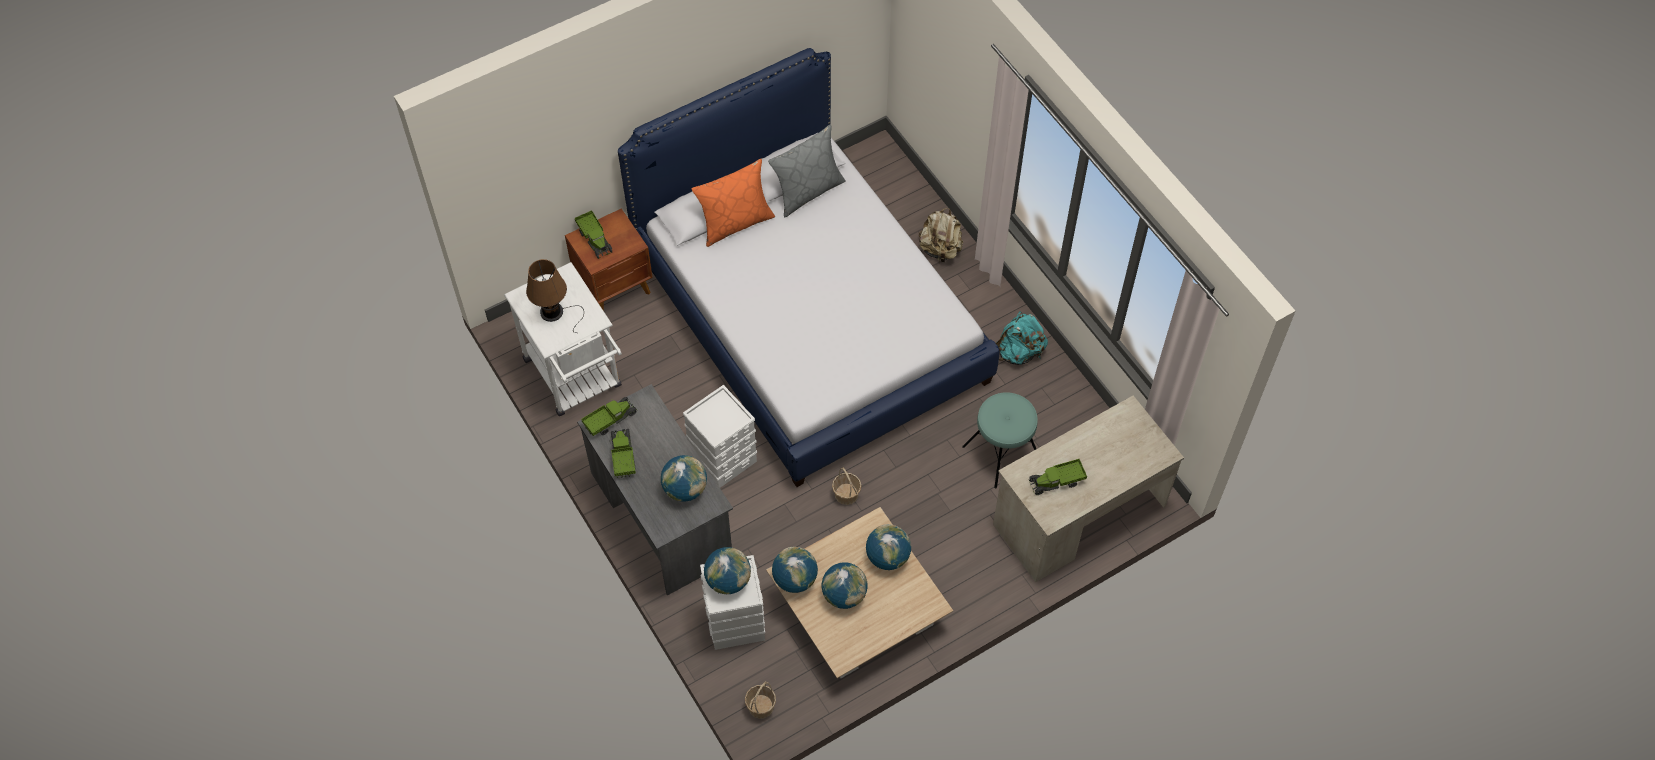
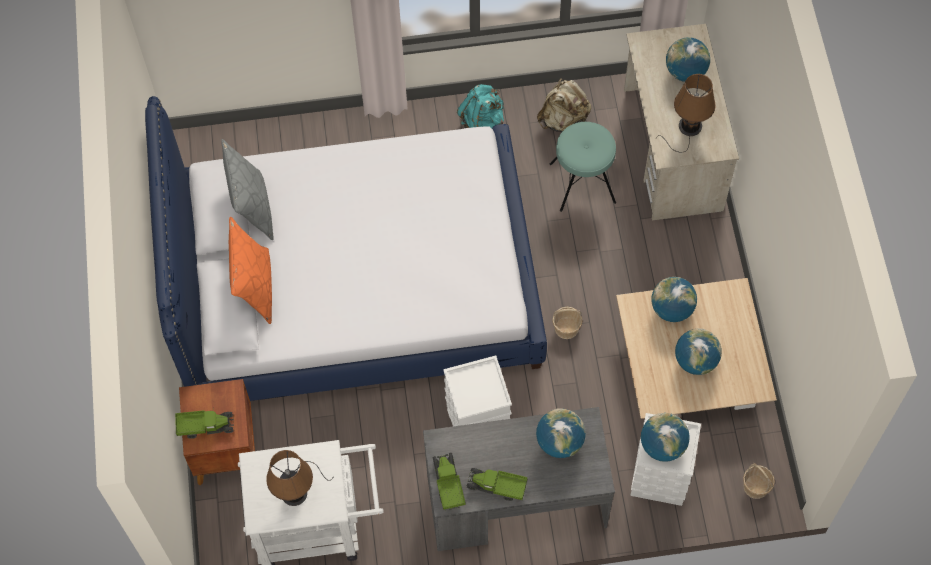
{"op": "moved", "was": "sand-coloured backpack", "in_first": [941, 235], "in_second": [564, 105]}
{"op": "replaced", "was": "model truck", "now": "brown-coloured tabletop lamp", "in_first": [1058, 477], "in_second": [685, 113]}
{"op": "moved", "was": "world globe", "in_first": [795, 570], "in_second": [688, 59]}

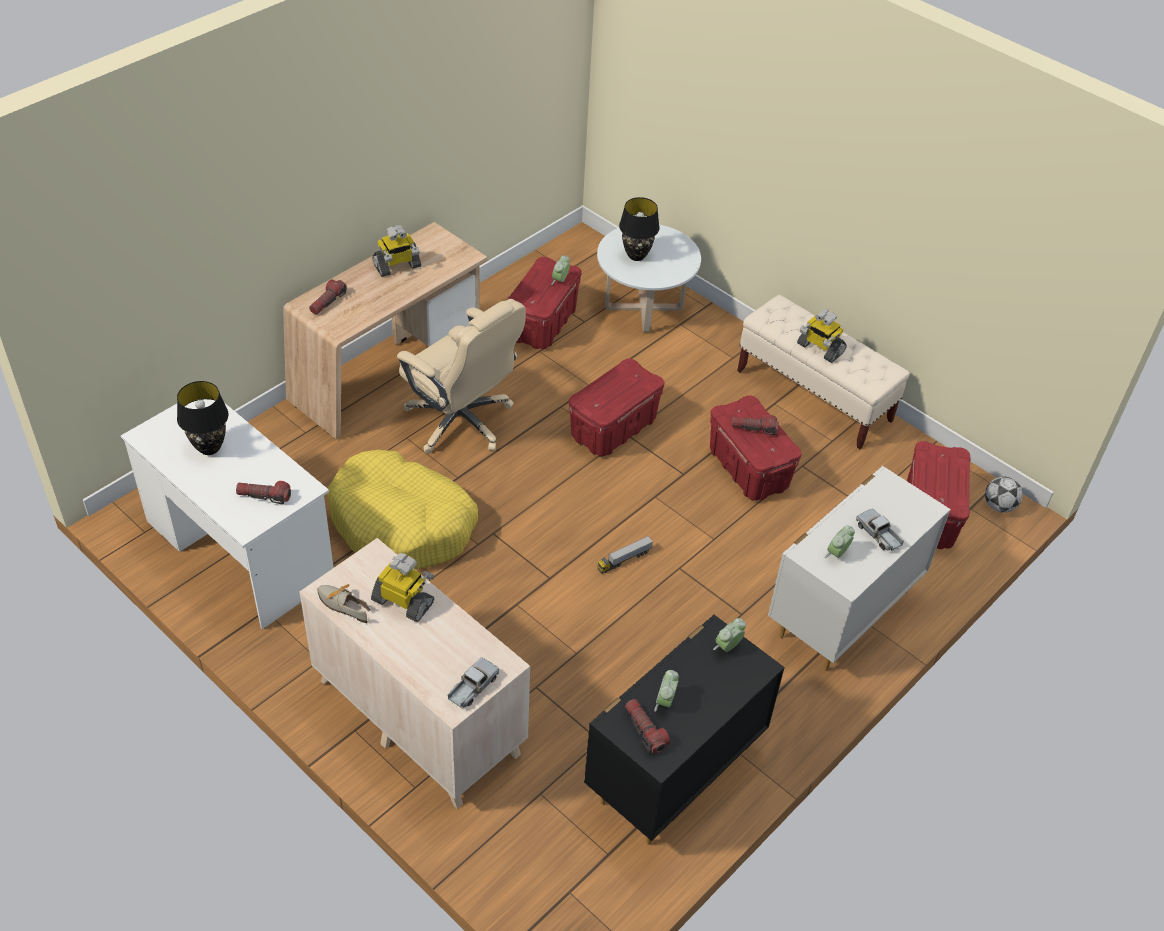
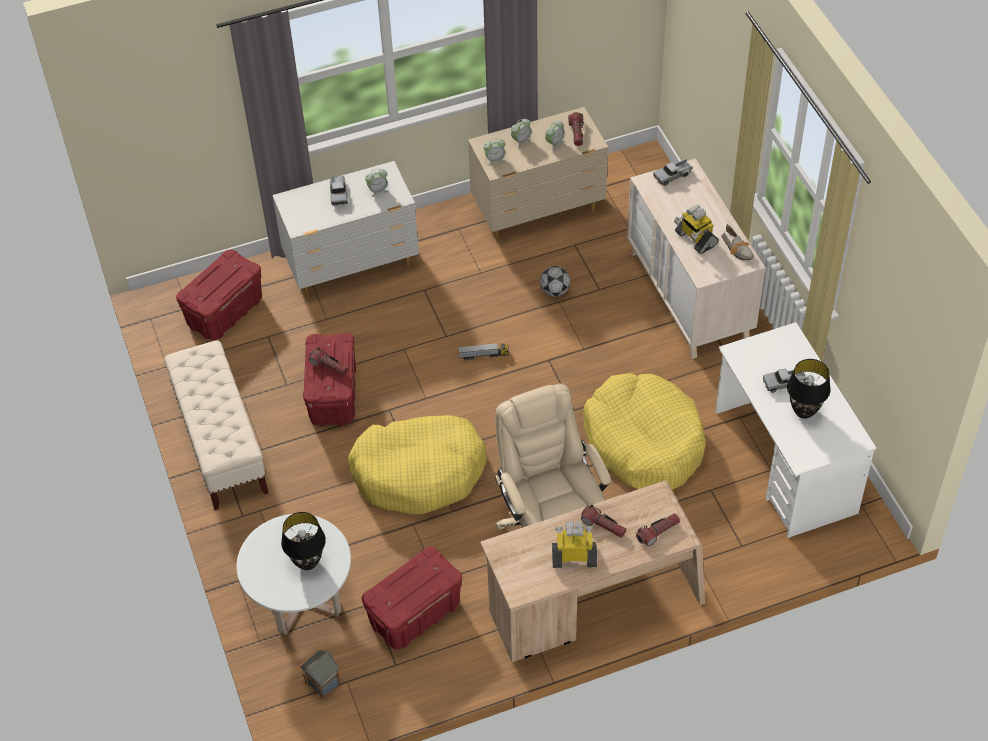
{"op": "moved", "was": "alarm clock", "in_first": [560, 270], "in_second": [521, 133]}
{"op": "removed", "was": "robot figure", "in_first": [822, 336]}
{"op": "replaced", "was": "red storage box", "now": "yellowish dog bed", "in_first": [617, 407], "in_second": [417, 464]}
{"op": "moved", "was": "football ball", "in_first": [1004, 495], "in_second": [555, 281]}
{"op": "moved", "was": "hand torch", "in_first": [263, 493], "in_second": [603, 521]}
{"op": "recoloured", "was": "blackish chest of drawers", "now": "sand-coloured chest of drawers", "in_first": [684, 730], "in_second": [538, 174]}
{"op": "added", "now": "model truck", "in_second": [785, 381]}
{"op": "added", "now": "toy house", "in_second": [320, 674]}

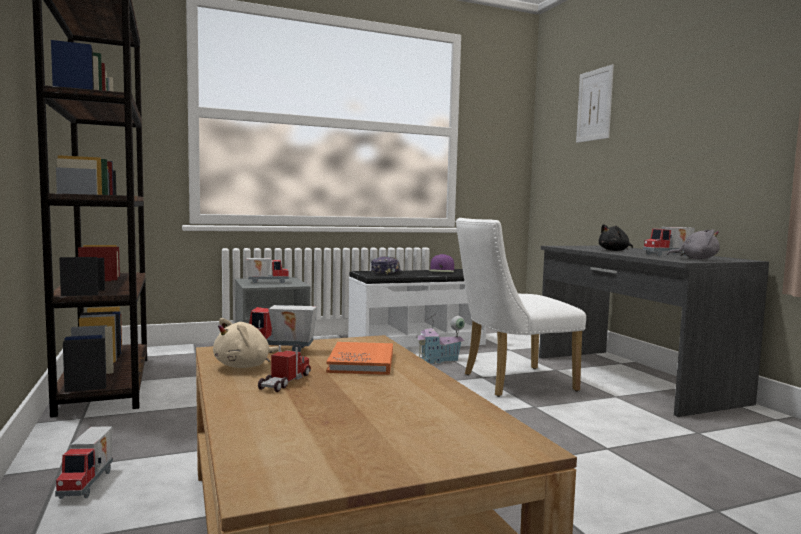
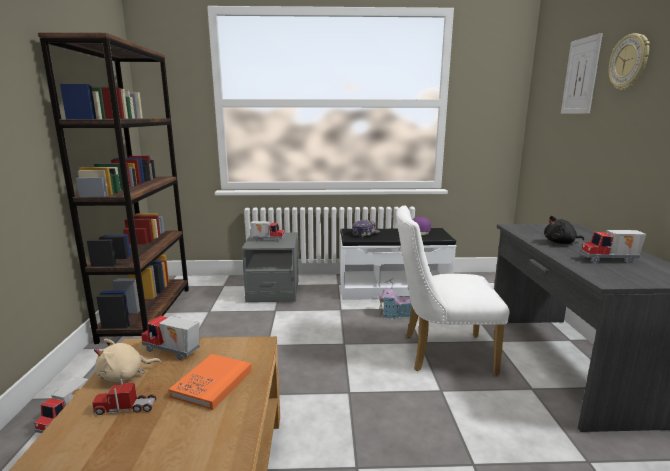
{"op": "removed", "was": "greyish soft toy", "in_first": [693, 244]}
{"op": "turned", "was": "model truck", "in_first": [284, 368], "in_second": [124, 397], "clockwise": -135}
{"op": "added", "now": "wall clock", "in_second": [629, 61]}

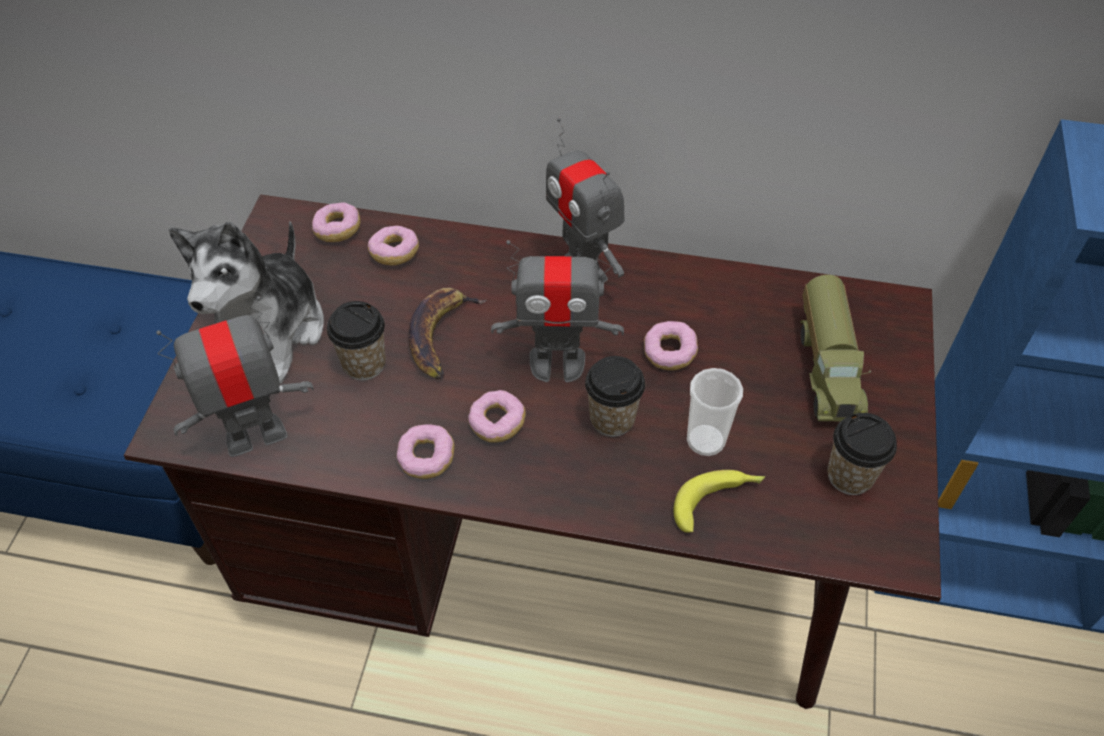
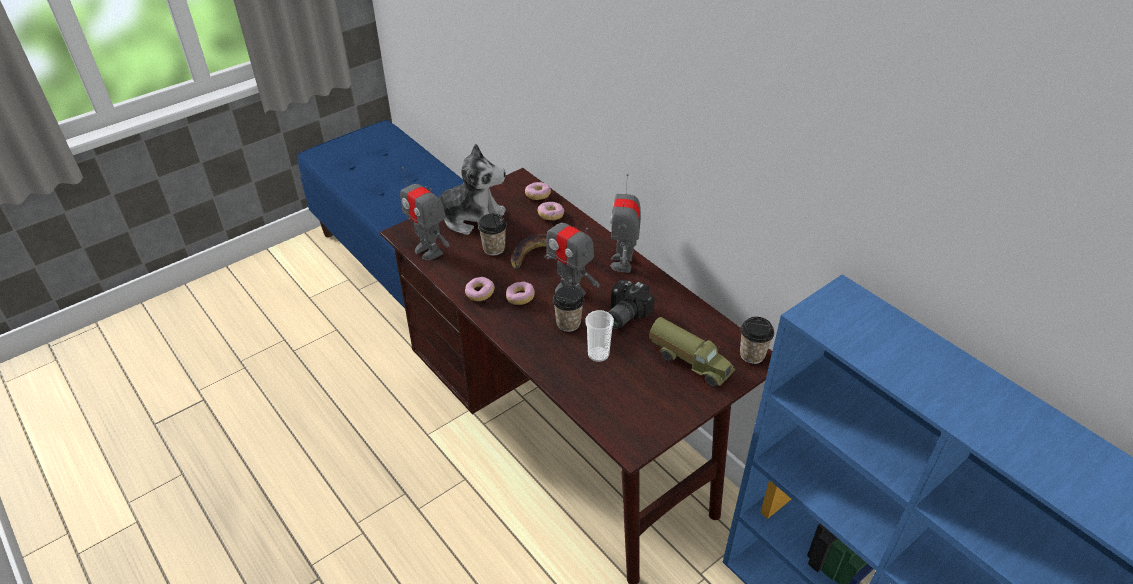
{"op": "turned", "was": "soft toy", "in_first": [246, 303], "in_second": [465, 189], "clockwise": -135}
{"op": "turned", "was": "model truck", "in_first": [835, 348], "in_second": [692, 351], "clockwise": -90}
{"op": "turned", "was": "robot figure", "in_first": [234, 376], "in_second": [424, 213], "clockwise": -150}
{"op": "replaced", "was": "doughnut", "now": "photo camera", "in_first": [671, 345], "in_second": [631, 304]}
{"op": "moved", "was": "cup", "in_first": [862, 454], "in_second": [757, 340]}
{"op": "removed", "was": "banana", "in_first": [719, 501]}

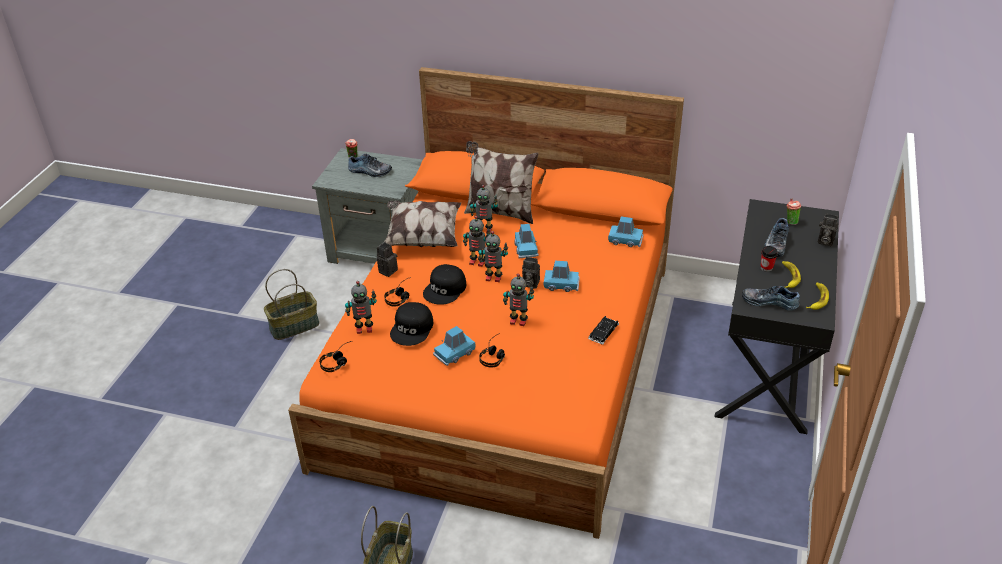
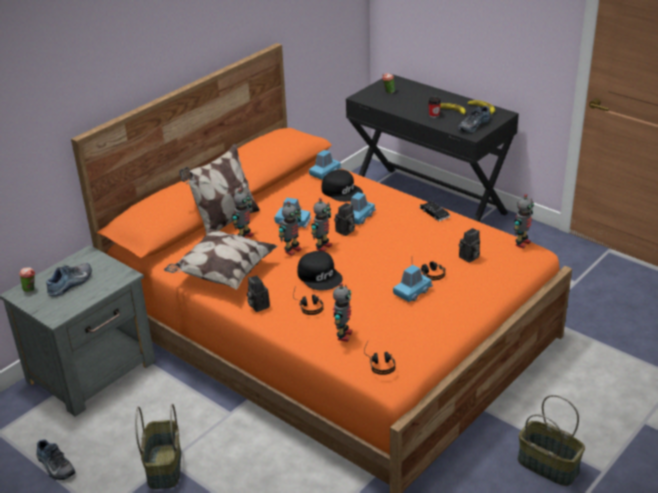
{"op": "moved", "was": "photo camera", "in_first": [828, 230], "in_second": [469, 245]}
{"op": "moved", "was": "low shoe", "in_first": [776, 237], "in_second": [55, 459]}
{"op": "moved", "was": "robot figure", "in_first": [518, 300], "in_second": [524, 221]}
{"op": "moved", "was": "blackish cap", "in_first": [411, 324], "in_second": [342, 185]}
{"op": "turned", "was": "bluish toy car", "in_first": [454, 346], "in_second": [413, 283], "clockwise": -120}

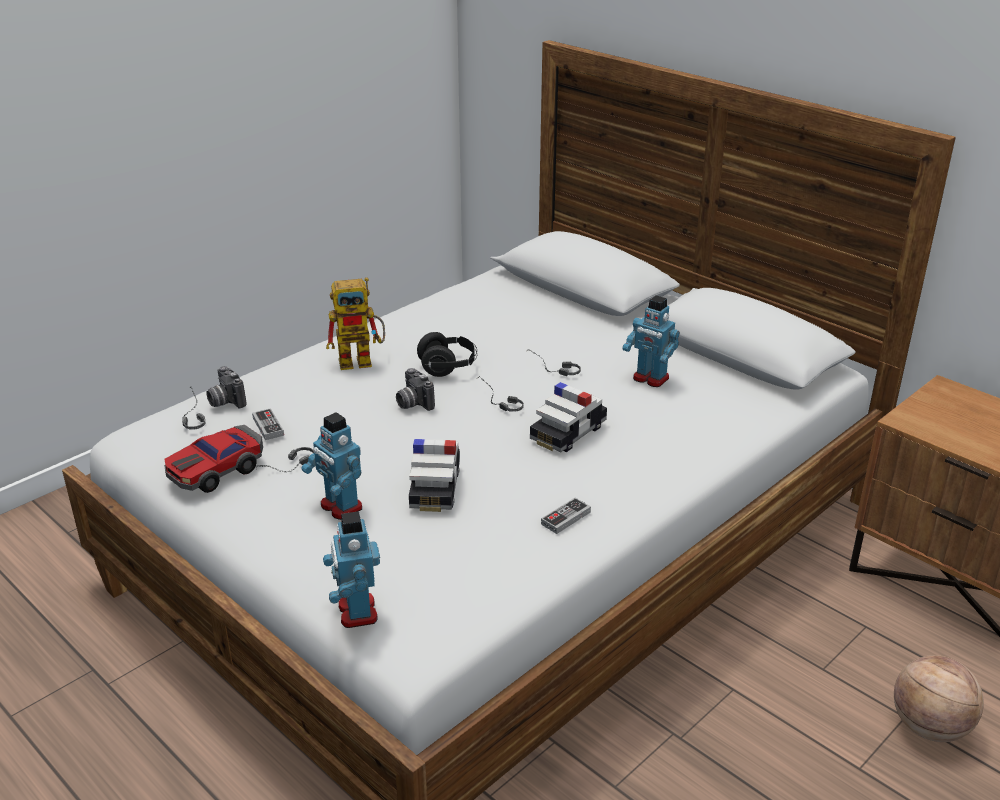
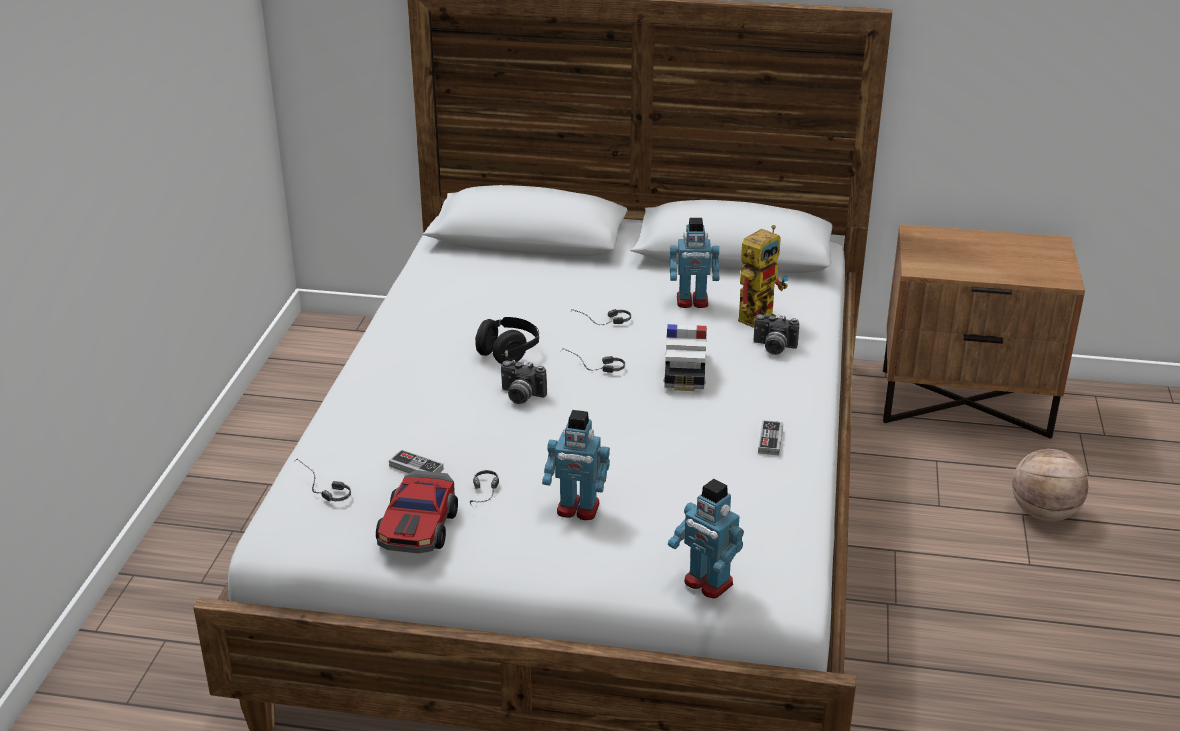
{"op": "moved", "was": "robot figure", "in_first": [355, 323], "in_second": [763, 276]}
{"op": "moved", "was": "photo camera", "in_first": [226, 387], "in_second": [776, 334]}
{"op": "removed", "was": "toy car", "in_first": [434, 475]}

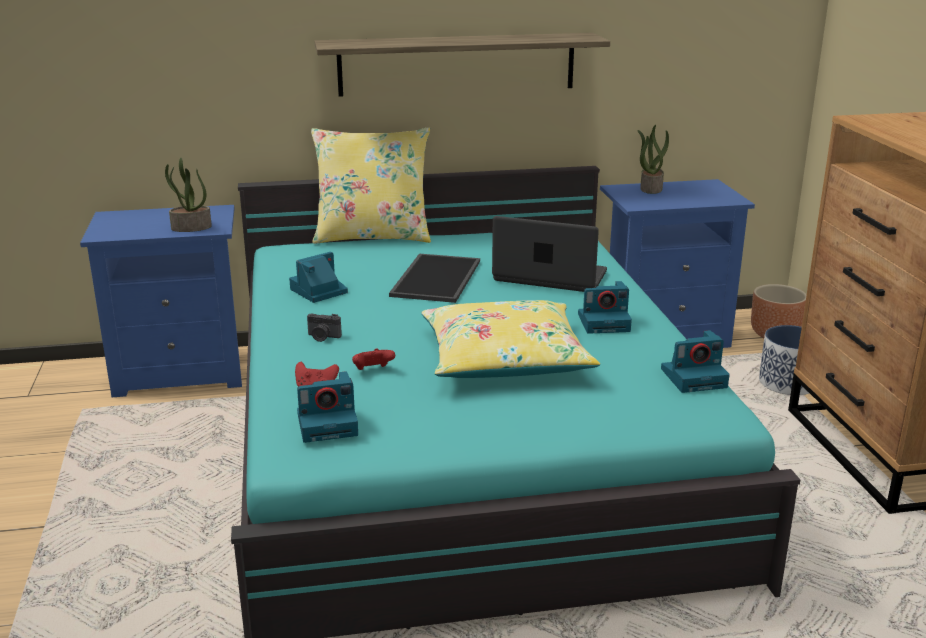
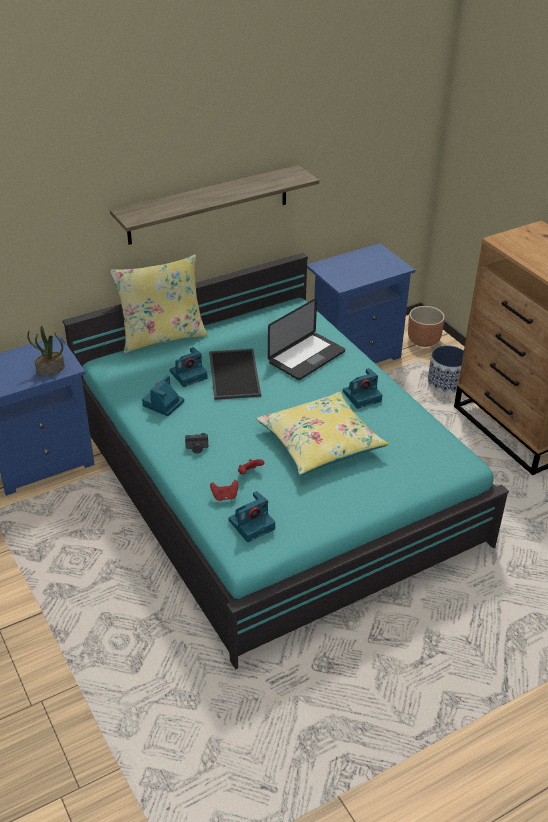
{"op": "removed", "was": "houseplant", "in_first": [653, 159]}
{"op": "turned", "was": "laptop", "in_first": [549, 254], "in_second": [306, 339], "clockwise": 135}
{"op": "moved", "was": "photo camera", "in_first": [695, 361], "in_second": [189, 367]}

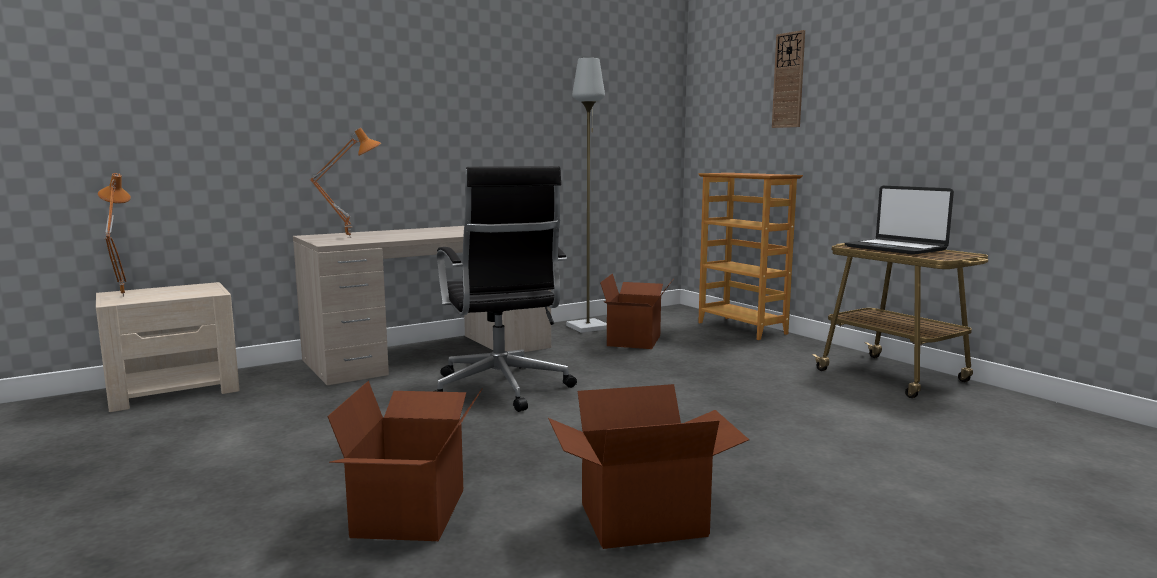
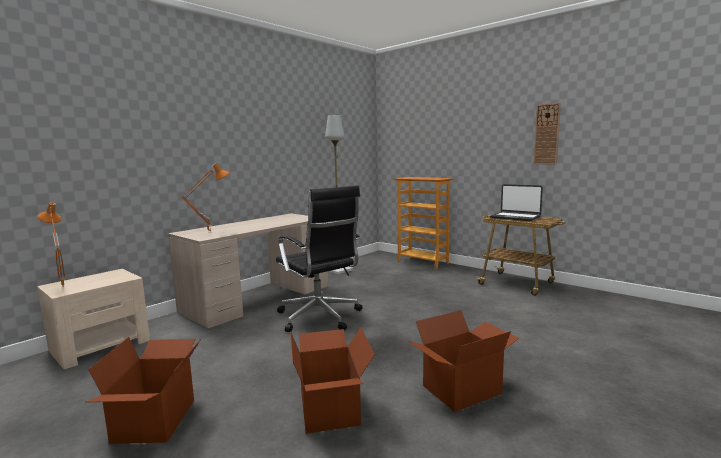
{"op": "moved", "was": "wall clock", "in_first": [788, 79], "in_second": [547, 133]}
{"op": "moved", "was": "packing box", "in_first": [636, 311], "in_second": [143, 390]}

